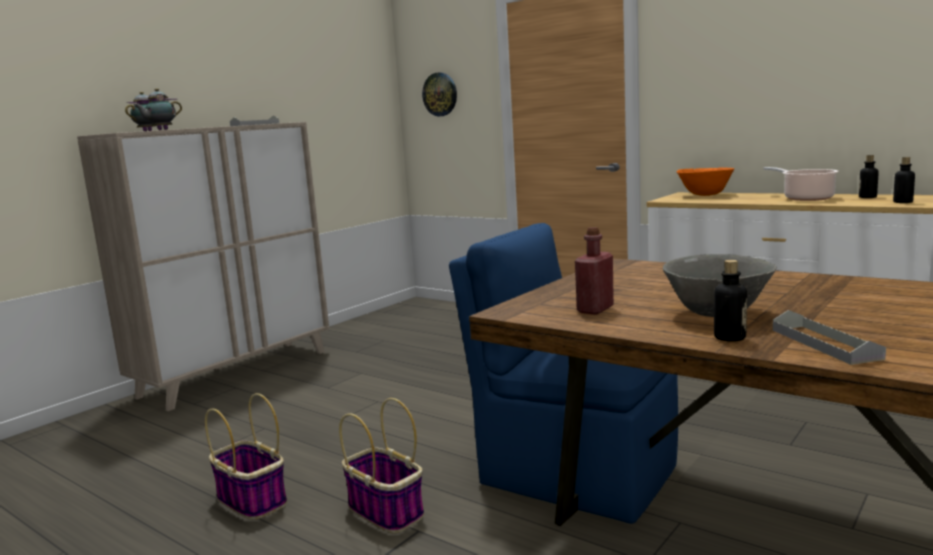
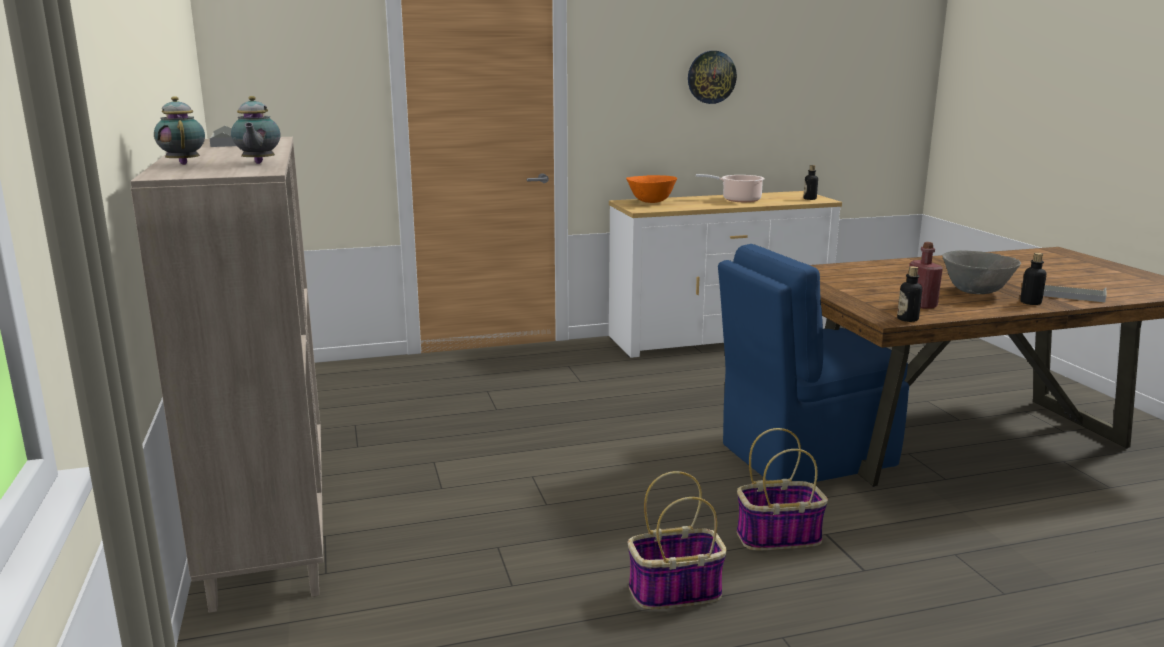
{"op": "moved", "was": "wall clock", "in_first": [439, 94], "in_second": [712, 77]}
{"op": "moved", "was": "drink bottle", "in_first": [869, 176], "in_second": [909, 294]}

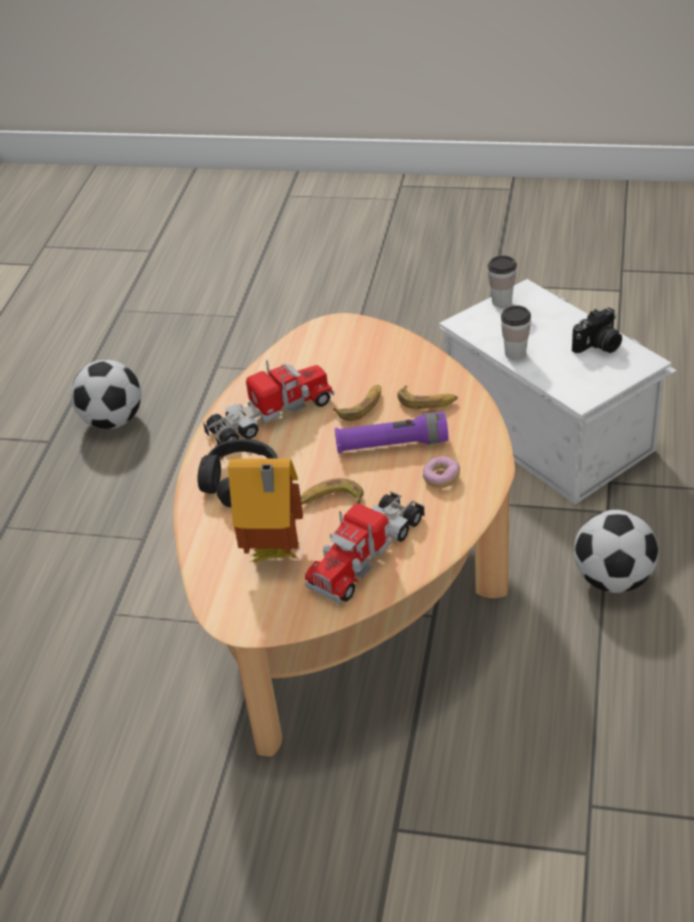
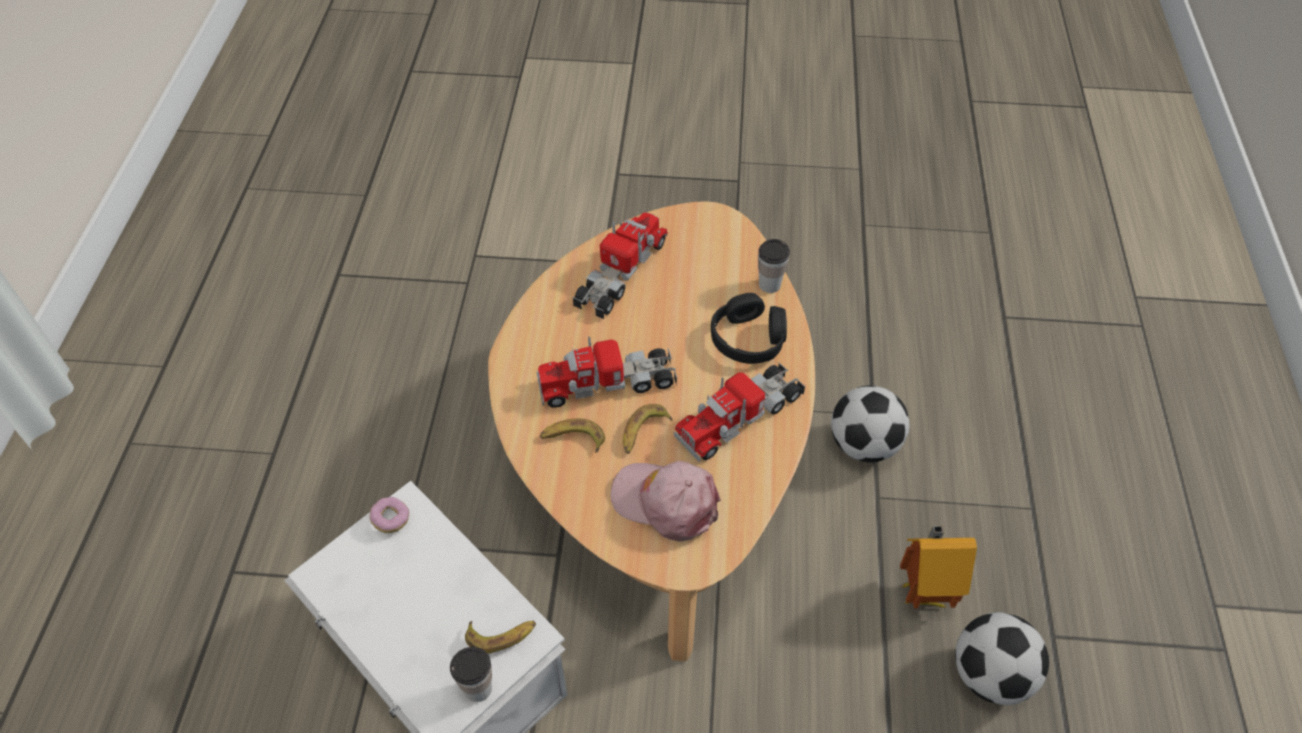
{"op": "moved", "was": "cup", "in_first": [516, 332], "in_second": [774, 266]}
{"op": "removed", "was": "photo camera", "in_first": [597, 330]}
{"op": "replaced", "was": "purple hand torch", "now": "model truck", "in_first": [391, 433], "in_second": [607, 372]}
{"op": "moved", "was": "doughnut", "in_first": [441, 472], "in_second": [389, 515]}
{"op": "moved", "was": "toy house", "in_first": [265, 510], "in_second": [938, 566]}
{"op": "moved", "was": "banana", "in_first": [332, 491], "in_second": [500, 636]}
{"op": "moved", "was": "football ball", "in_first": [616, 551], "in_second": [870, 423]}
{"op": "added", "now": "pinkish cap", "in_second": [666, 501]}

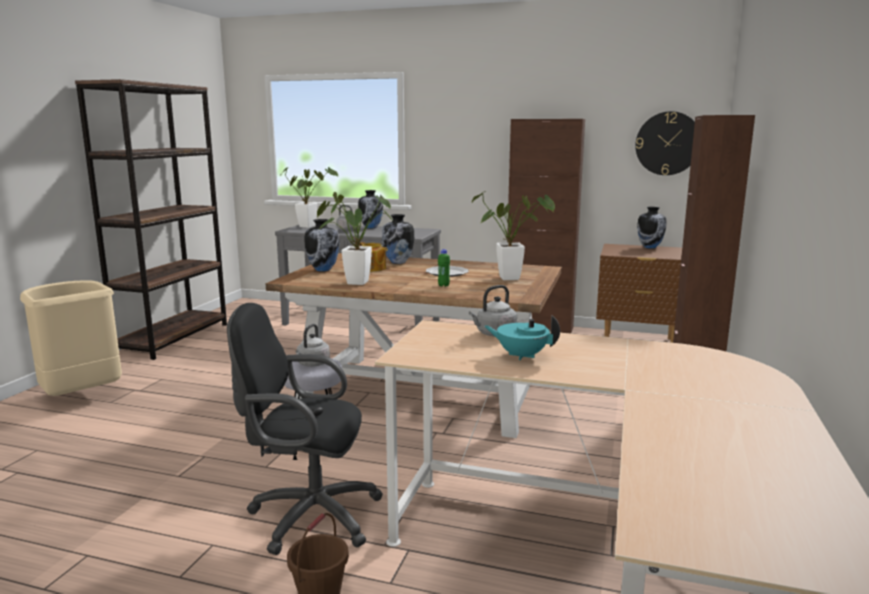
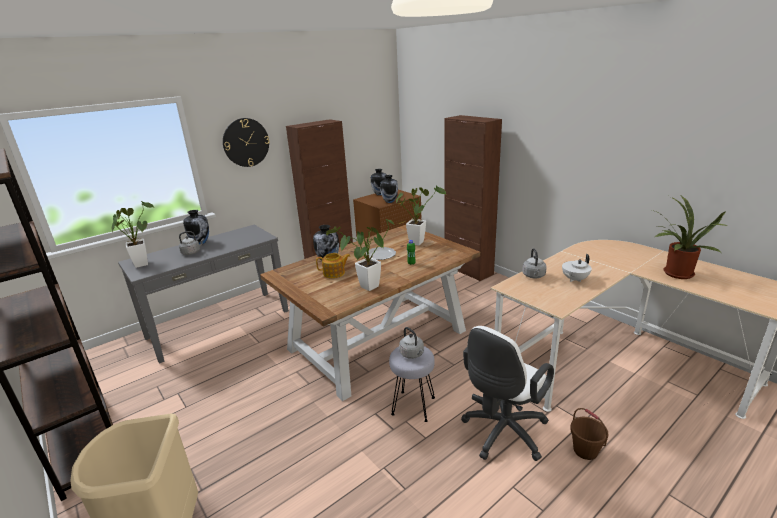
{"op": "moved", "was": "wall clock", "in_first": [665, 143], "in_second": [246, 142]}
{"op": "moved", "was": "flower vase", "in_first": [322, 245], "in_second": [389, 189]}
{"op": "recoloured", "was": "blackish desk chair", "now": "white desk chair", "in_first": [305, 429], "in_second": [507, 393]}
{"op": "recoloured", "was": "turquoise teapot", "now": "white teapot", "in_first": [522, 337], "in_second": [577, 268]}
{"op": "added", "now": "houseplant", "in_second": [690, 237]}

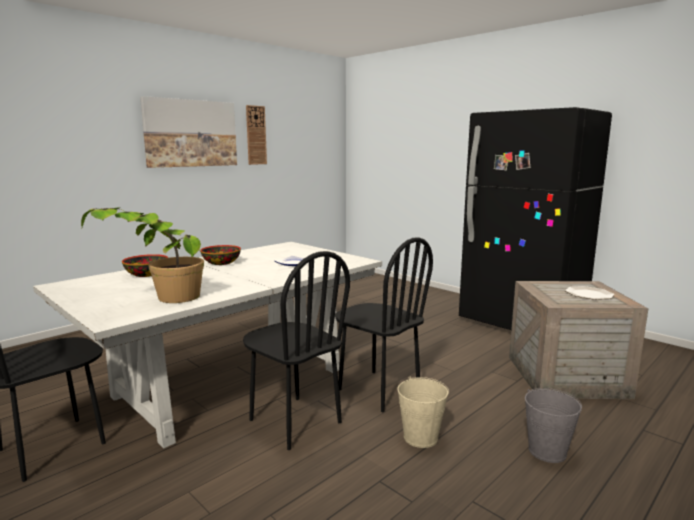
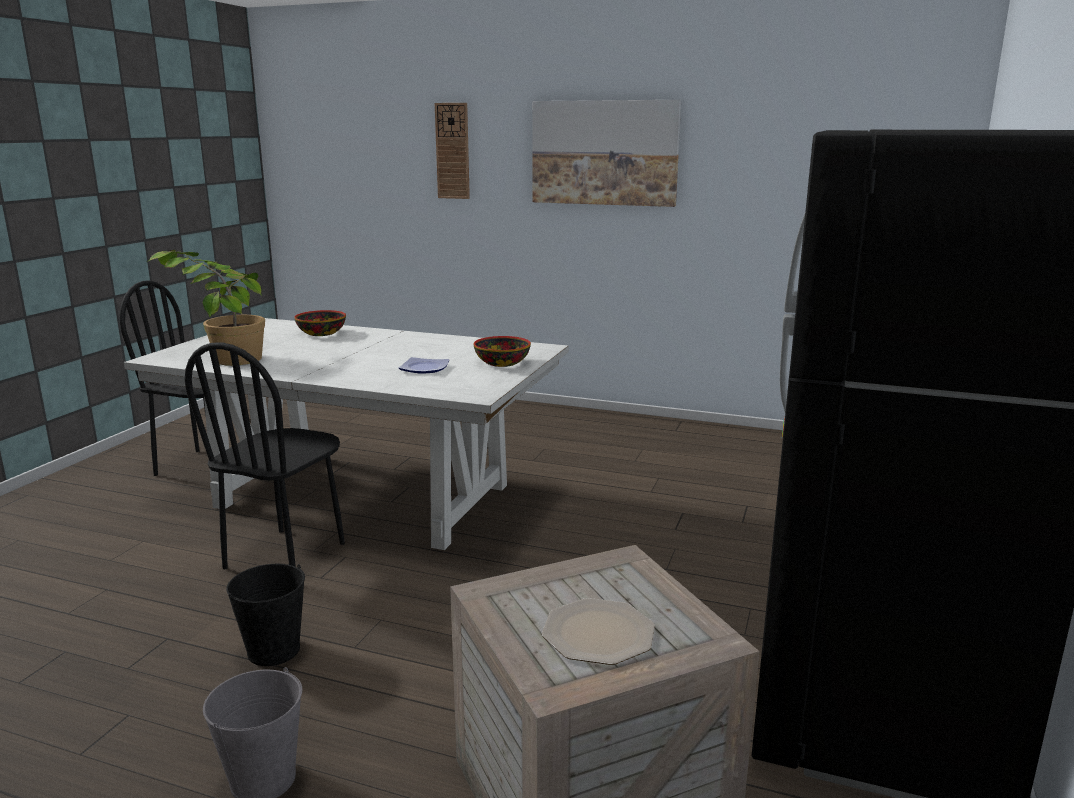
{"op": "moved", "was": "wall clock", "in_first": [256, 135], "in_second": [452, 151]}
{"op": "removed", "was": "blackish chair", "in_first": [384, 324]}
{"op": "moved", "was": "deep dish", "in_first": [220, 255], "in_second": [502, 351]}
{"op": "recoloured", "was": "sand-coloured bucket", "now": "blackish bucket", "in_first": [423, 412], "in_second": [265, 615]}

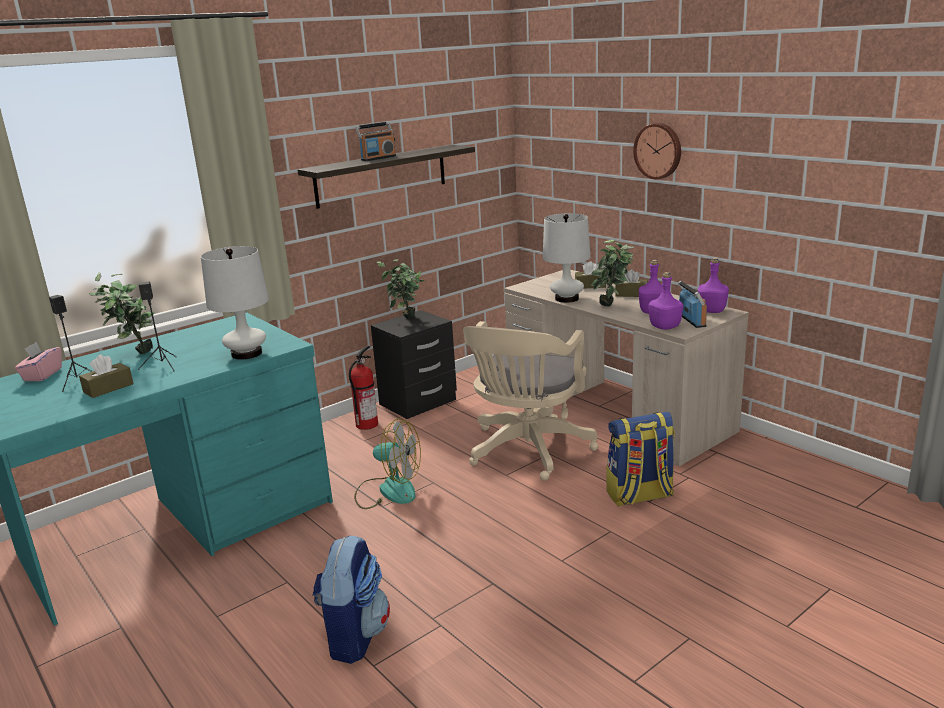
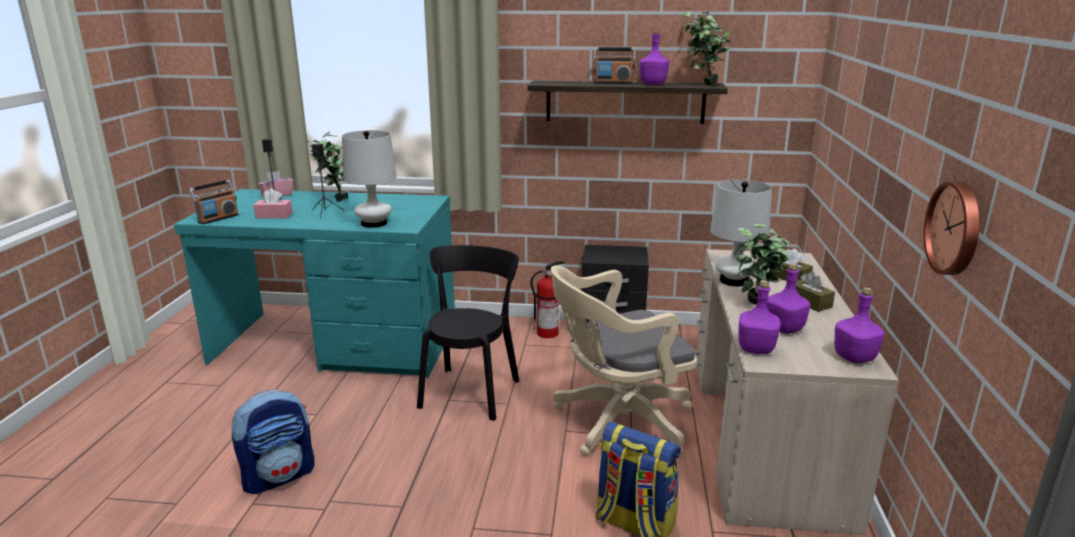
{"op": "moved", "was": "wall clock", "in_first": [657, 151], "in_second": [951, 228]}
{"op": "moved", "was": "houseplant", "in_first": [401, 288], "in_second": [708, 48]}
{"op": "moved", "was": "radio set", "in_first": [692, 304], "in_second": [214, 202]}
{"op": "recoloured", "was": "brown-coloured tissue holder", "now": "pinkish tissue holder", "in_first": [106, 376], "in_second": [273, 203]}
{"op": "replaced", "was": "electric fan", "now": "blackish chair", "in_first": [387, 463], "in_second": [468, 333]}
{"op": "added", "now": "purple drink bottle", "in_second": [654, 57]}

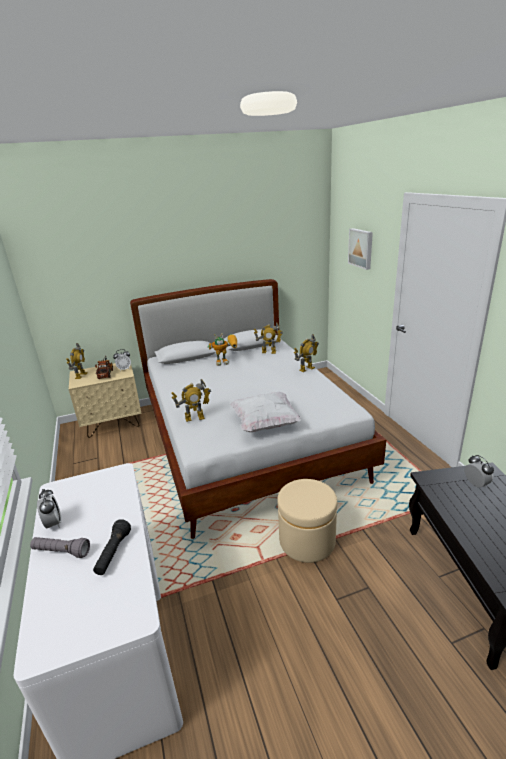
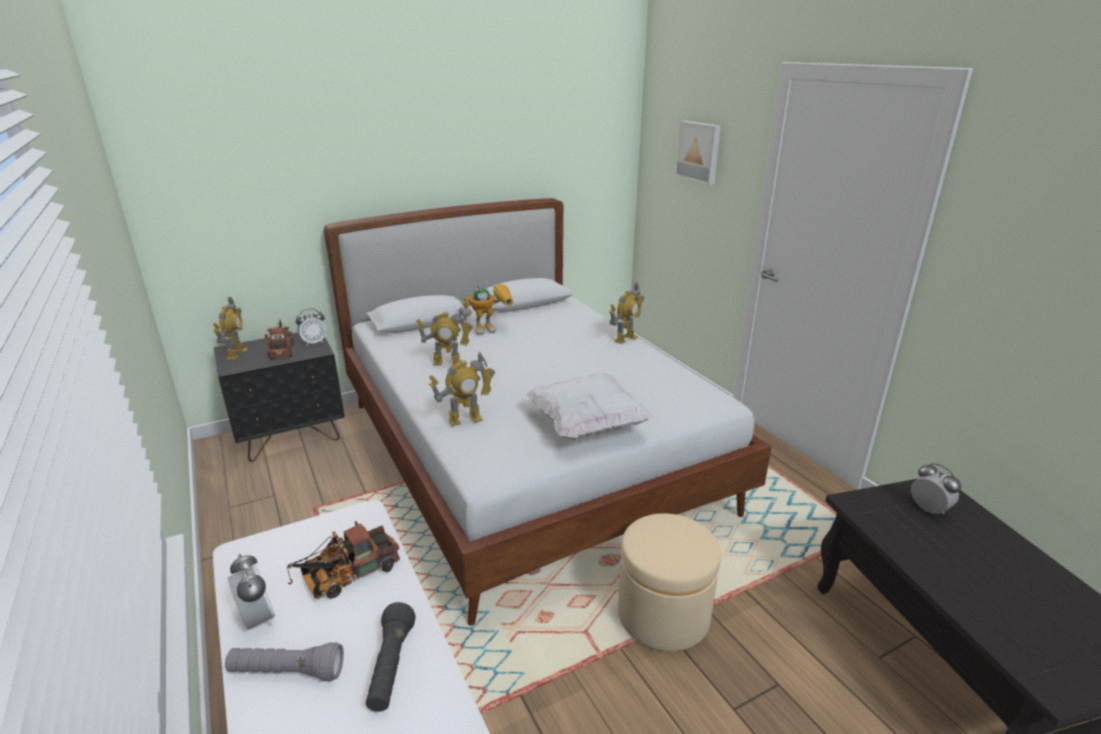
{"op": "moved", "was": "robot figure", "in_first": [268, 338], "in_second": [444, 337]}
{"op": "recoloured", "was": "sand-coloured nightstand", "now": "blackish nightstand", "in_first": [105, 400], "in_second": [279, 397]}
{"op": "added", "now": "model truck", "in_second": [343, 560]}

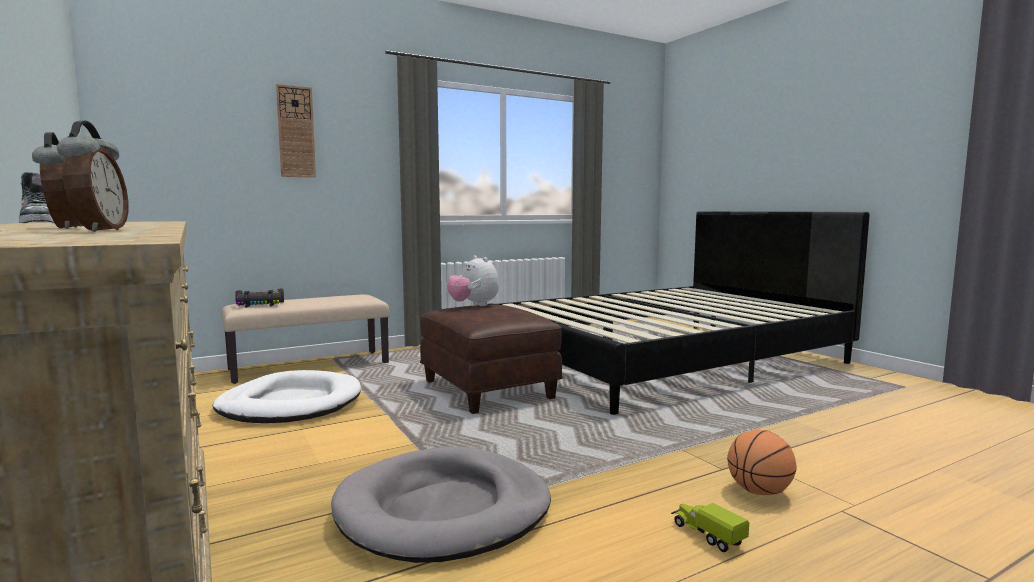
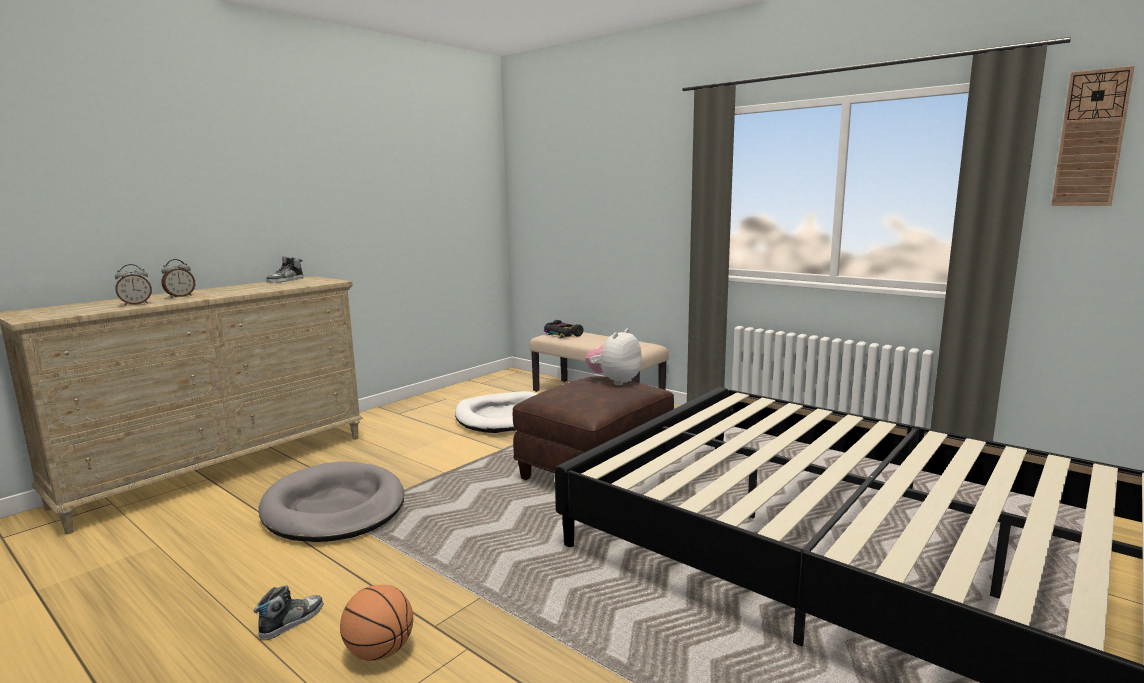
{"op": "moved", "was": "wall clock", "in_first": [296, 131], "in_second": [1093, 136]}
{"op": "replaced", "was": "model truck", "now": "low shoe", "in_first": [710, 527], "in_second": [289, 612]}

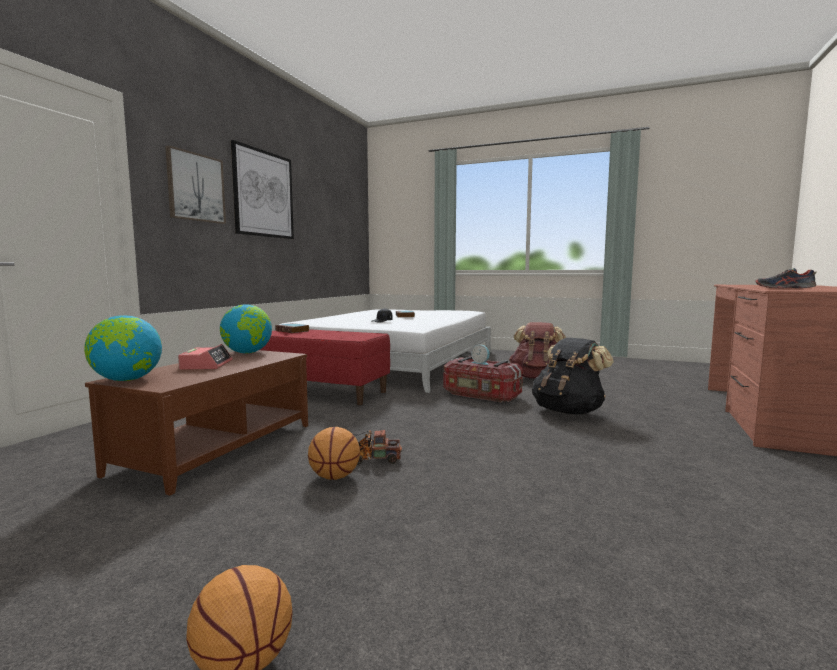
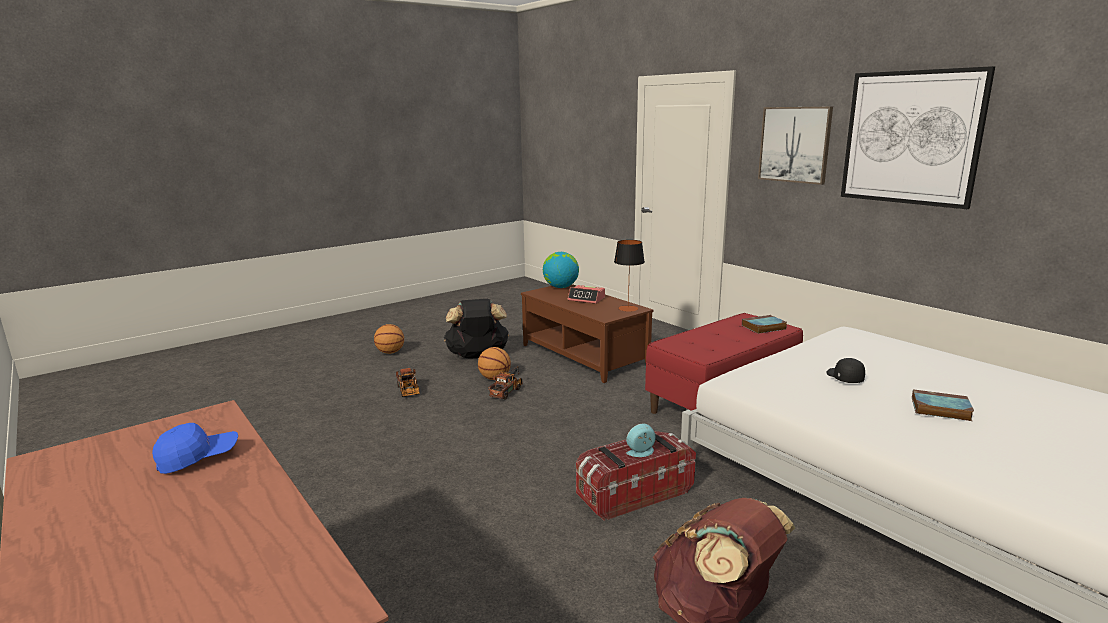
{"op": "replaced", "was": "low shoe", "now": "bluish cap", "in_first": [785, 278], "in_second": [195, 448]}
{"op": "replaced", "was": "world globe", "now": "tabletop lamp", "in_first": [246, 328], "in_second": [629, 276]}
{"op": "moved", "was": "blackish backpack", "in_first": [573, 376], "in_second": [476, 328]}
{"op": "added", "now": "model truck", "in_second": [408, 382]}

